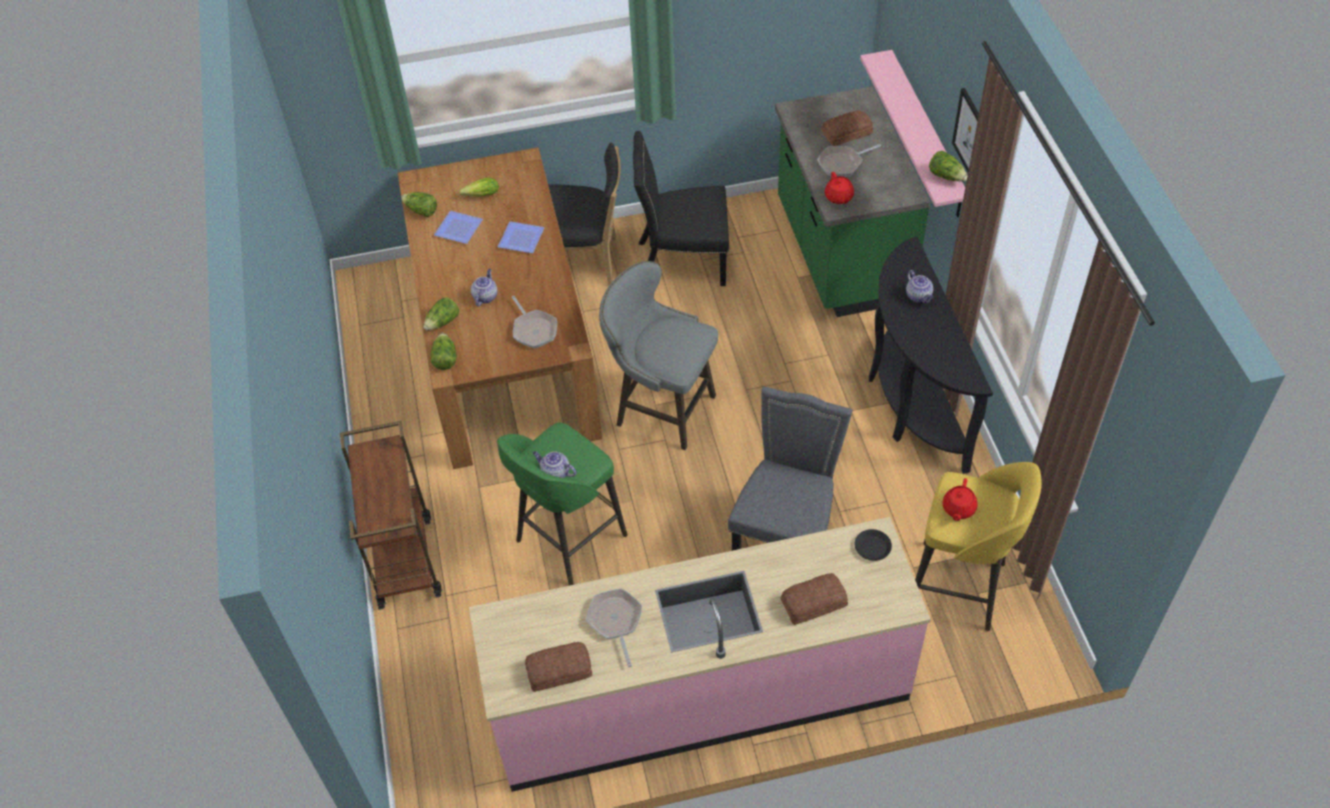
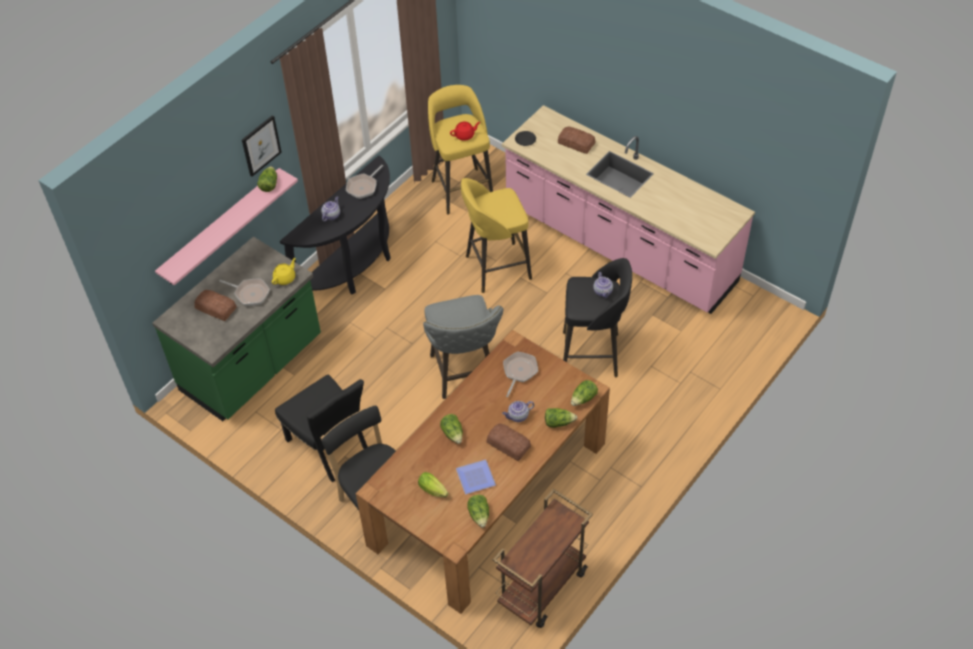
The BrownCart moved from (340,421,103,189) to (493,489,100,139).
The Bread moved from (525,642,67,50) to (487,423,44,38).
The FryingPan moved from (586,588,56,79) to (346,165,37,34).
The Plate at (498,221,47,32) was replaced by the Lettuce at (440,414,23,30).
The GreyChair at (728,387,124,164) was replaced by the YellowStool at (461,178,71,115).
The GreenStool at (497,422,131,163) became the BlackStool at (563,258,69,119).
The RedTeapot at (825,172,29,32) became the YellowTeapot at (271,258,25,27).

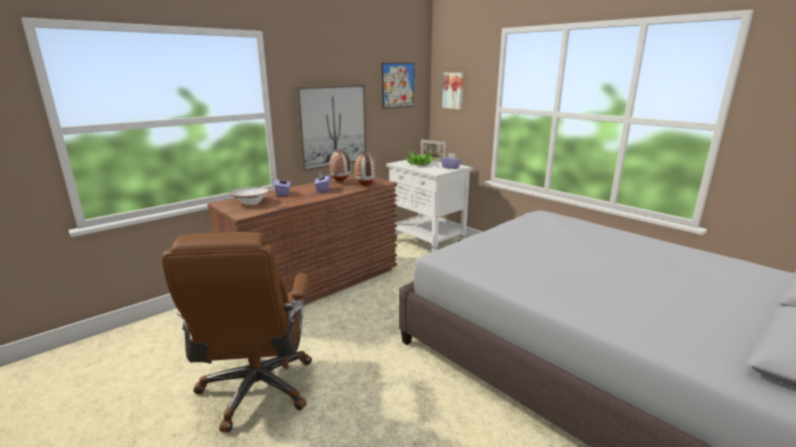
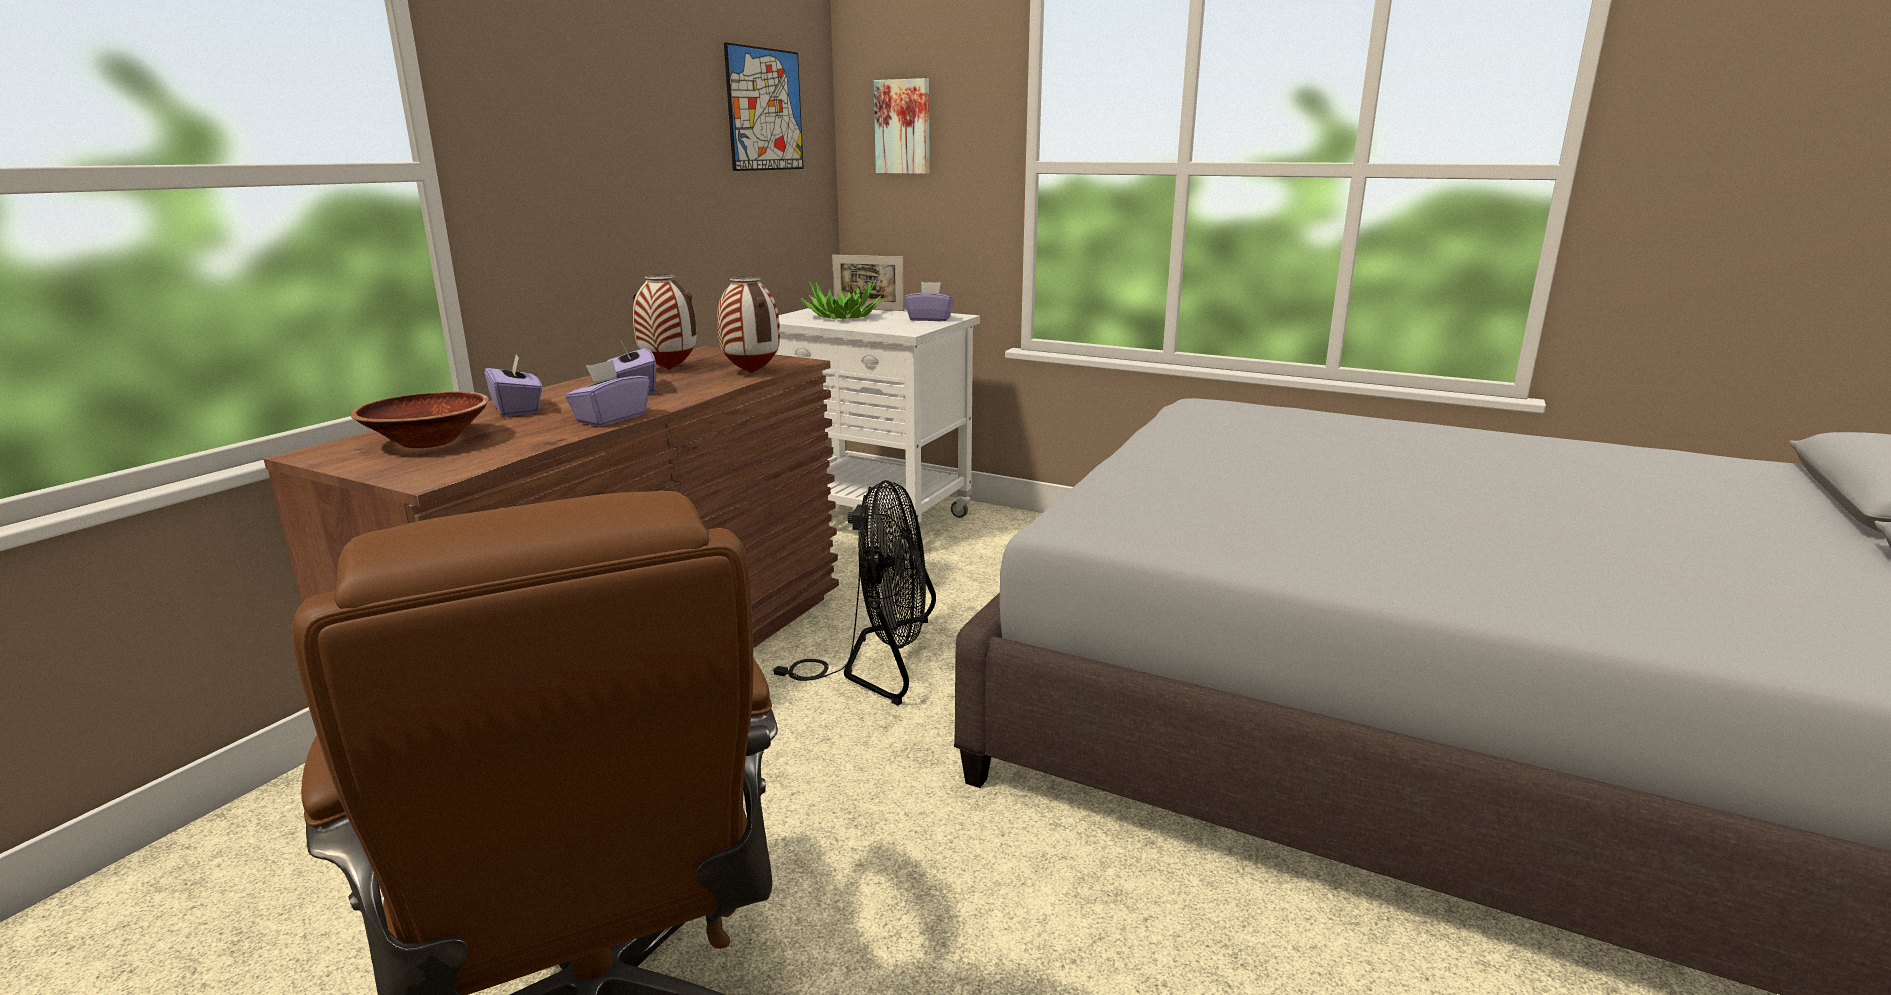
The Picture at (295,85,72,86) disappeared.
The PurpleTissueBox at (565,360,85,67) appeared.
The BlackFan at (772,480,164,226) appeared.
The WhiteBowl at (230,187,40,18) became the BrownBowl at (350,392,139,56).

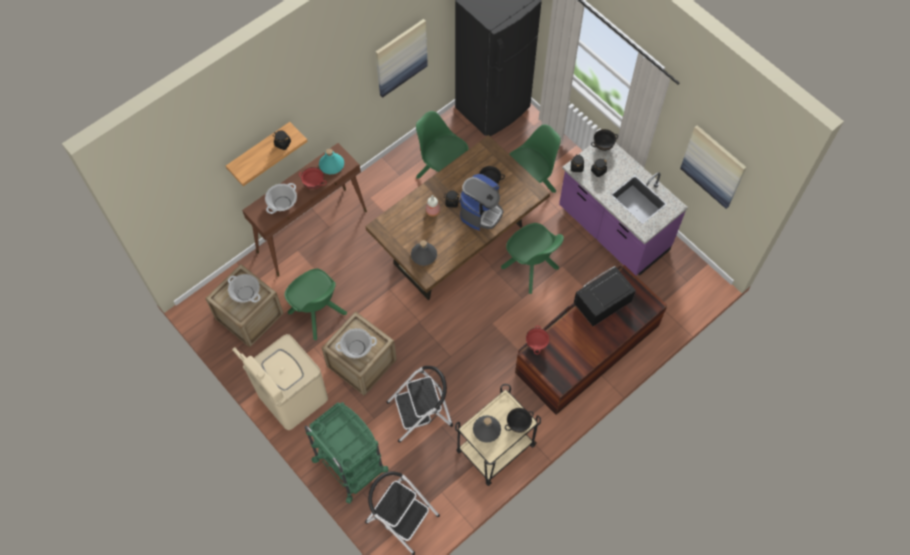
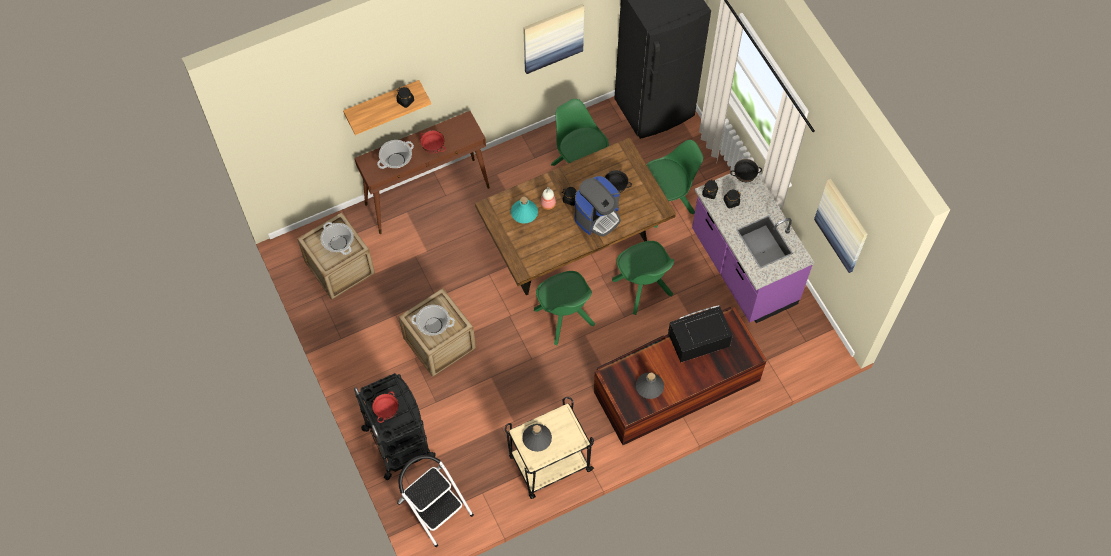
The BeigeWashingMachine at (232,334,96,96) disappeared.
The StepLadder at (386,366,67,77) disappeared.
The BlackBowl at (505,408,29,25) disappeared.
The GreenChair moved from (284,269,63,71) to (534,271,61,74).
The TurquoiseBottle moved from (319,148,25,26) to (511,197,27,27).
The GreyBottle moved from (411,240,26,26) to (636,372,28,27).
The RedBowl moved from (526,325,24,29) to (372,391,27,32).
The GreenCart at (304,402,85,102) became the BlackCart at (354,373,82,107).

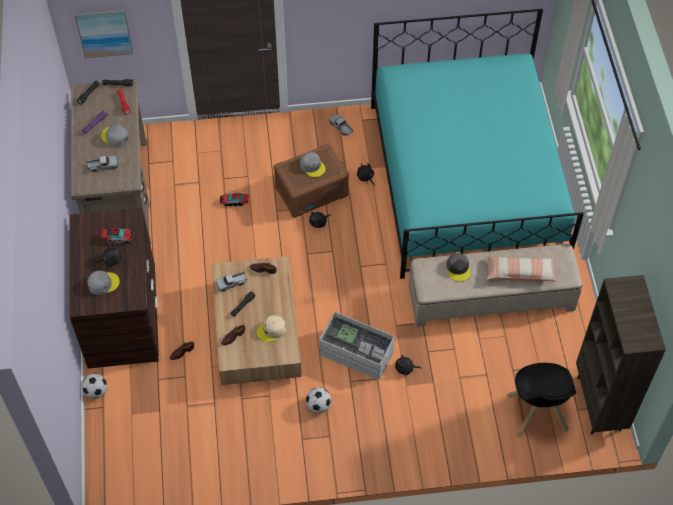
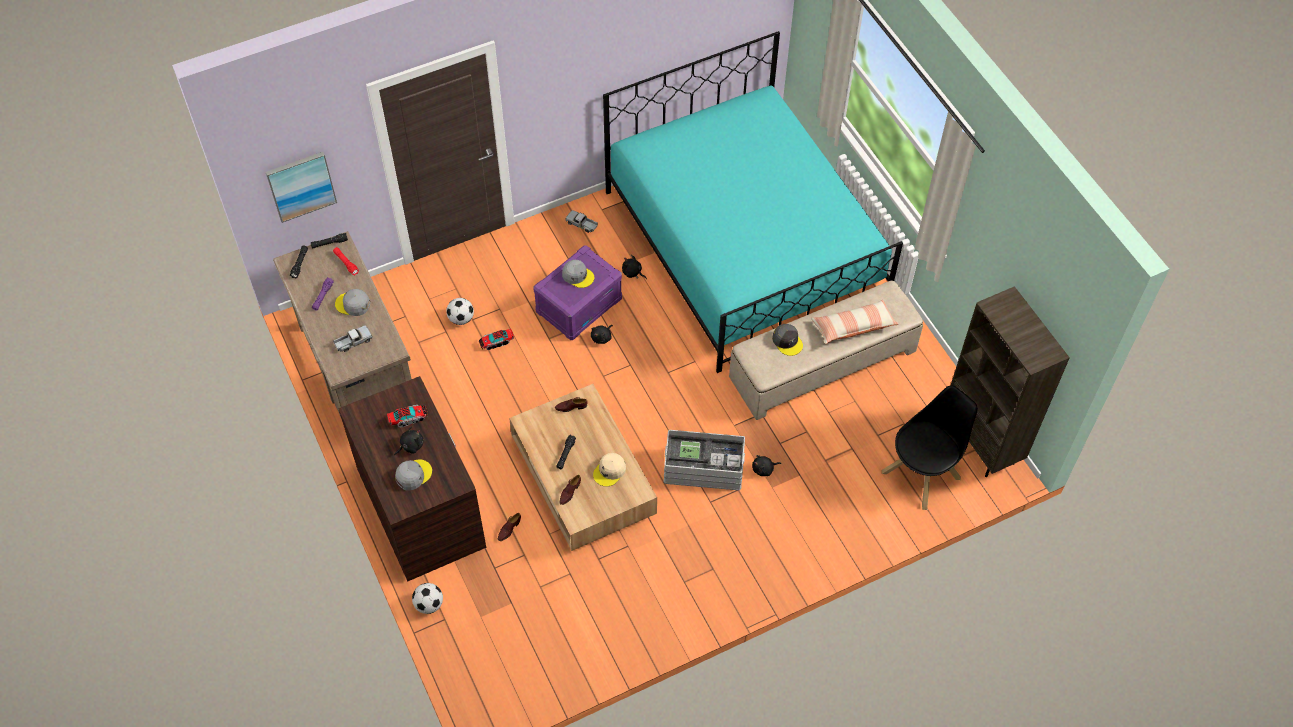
The ToyTruck at (216,271,31,21) disappeared.
The Football moved from (306,387,25,26) to (446,298,28,27).
The BrownStorageBox at (273,144,76,74) became the PurpleStorageBox at (533,245,89,95).
The BlackChair at (507,363,69,75) turned 105 degrees counterclockwise.

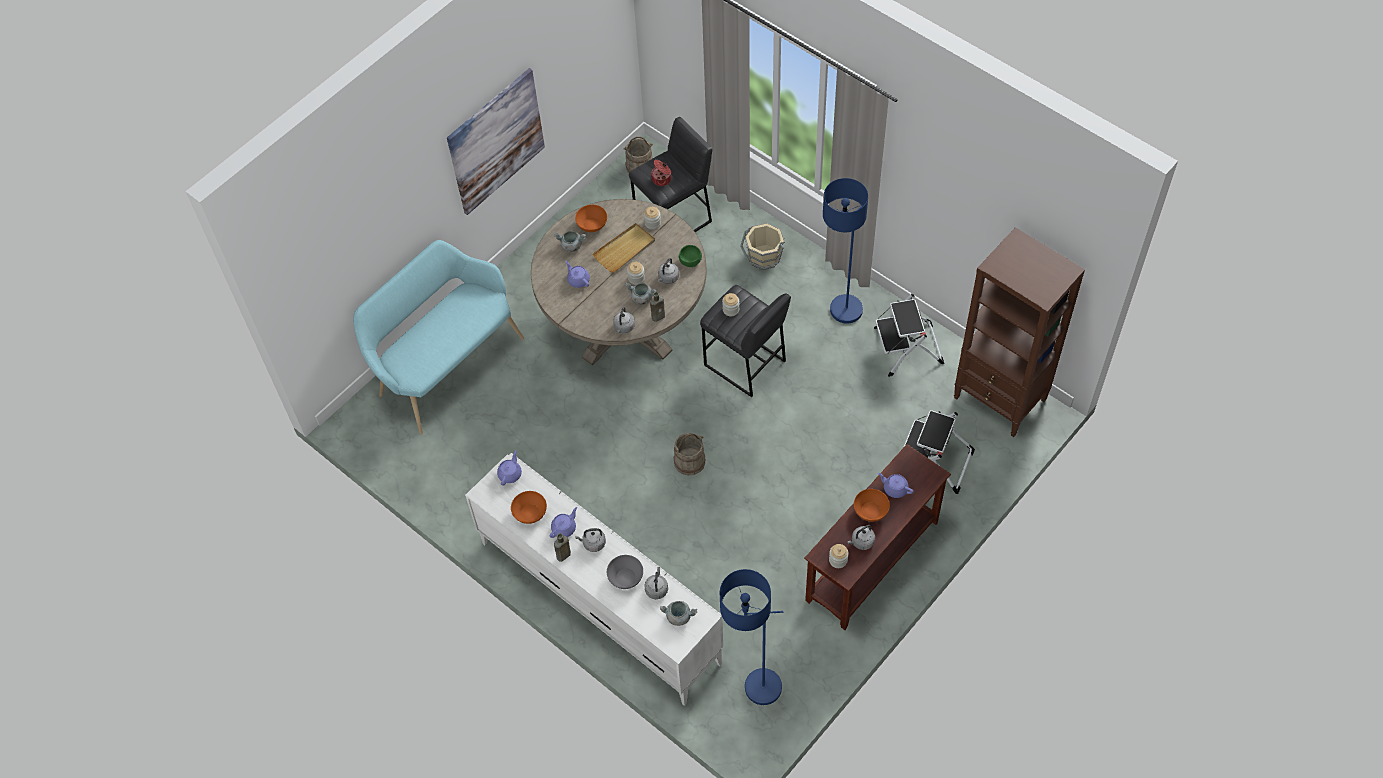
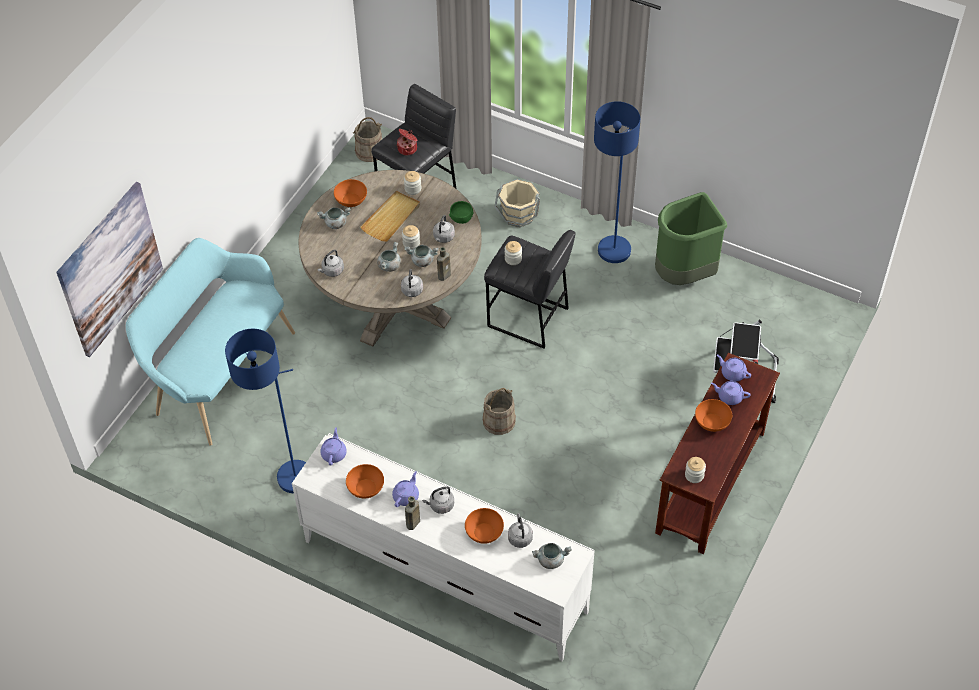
The BrownBookcase at (954,227,131,210) disappeared.
The GreyCookingPot at (377,242,24,30) appeared.
The Picture moved from (447,68,98,147) to (56,182,107,175).
The PurpleTeapot moved from (565,261,25,27) to (717,354,34,28).
The BlueFloorLamp moved from (720,569,63,136) to (225,329,81,164).
The GreyKettle moved from (847,525,28,25) to (317,250,27,27).
The StepLadder at (874,294,71,83) was replaced by the GreenTrashCan at (655,192,72,93).
The GreyBowl at (607,555,36,34) became the OrangeBowl at (465,508,39,36).

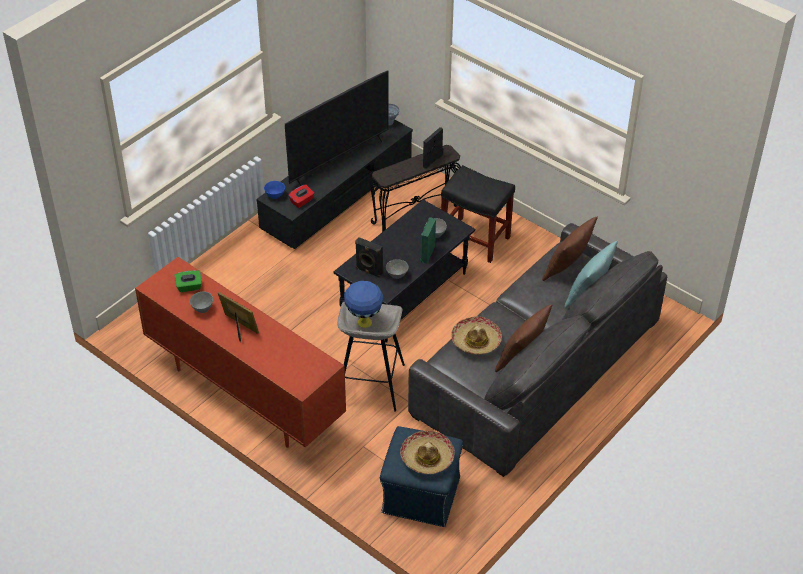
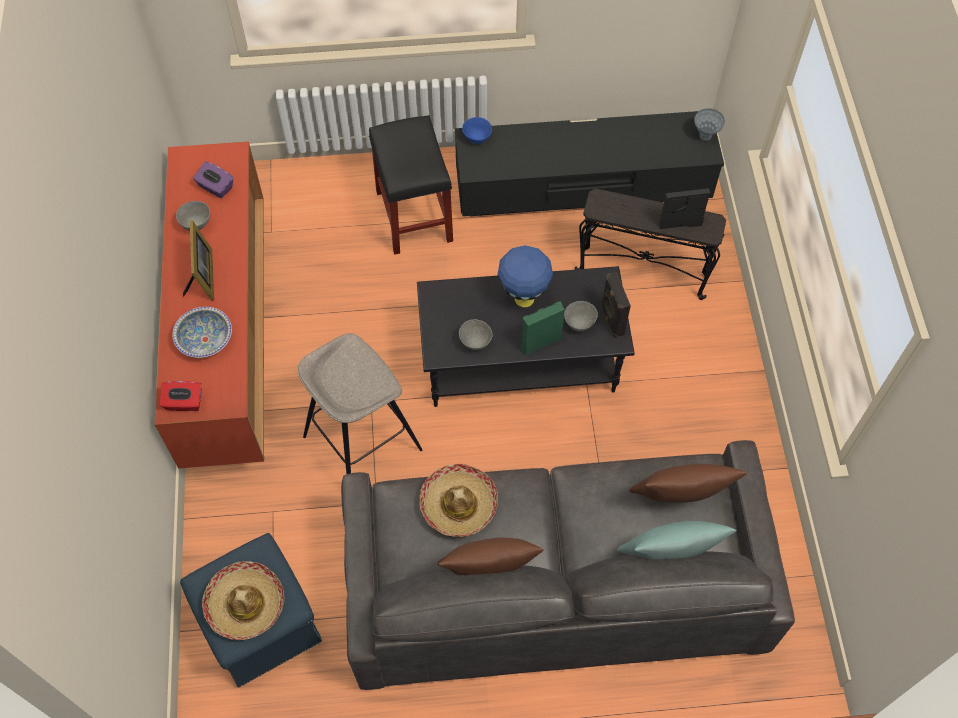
The Television at (285,70,104,116) disappeared.
The Bowl at (172,307,60,51) appeared.
The RedTissueBox moved from (289,184,25,24) to (160,381,42,30).
The BlueTableLamp moved from (344,281,40,47) to (498,245,55,63).
The BlackSpeaker moved from (355,237,28,41) to (601,272,30,66).
The BlackStool moved from (441,165,74,98) to (369,115,84,140).
The GreenTissueBox at (175,270,27,22) became the PurpleTissueBox at (193,161,40,37).

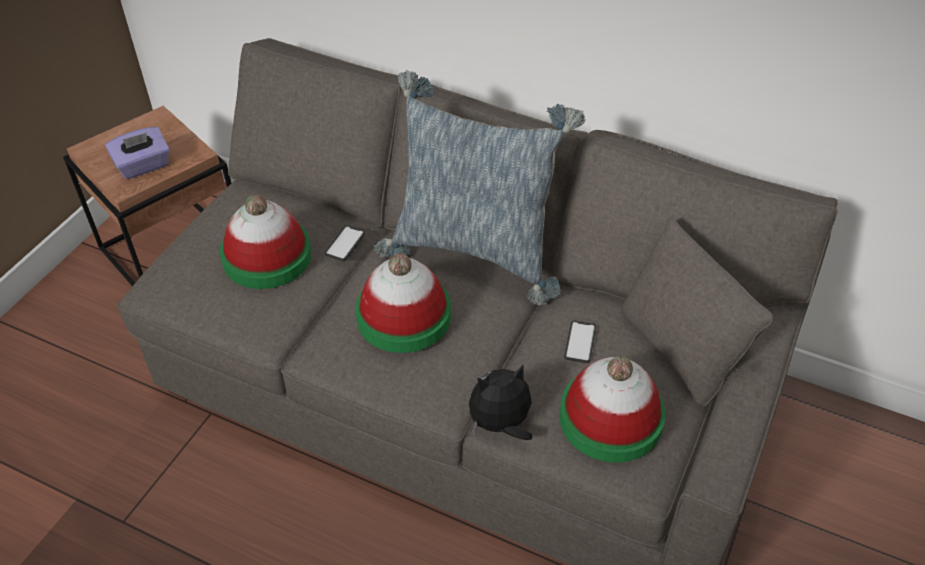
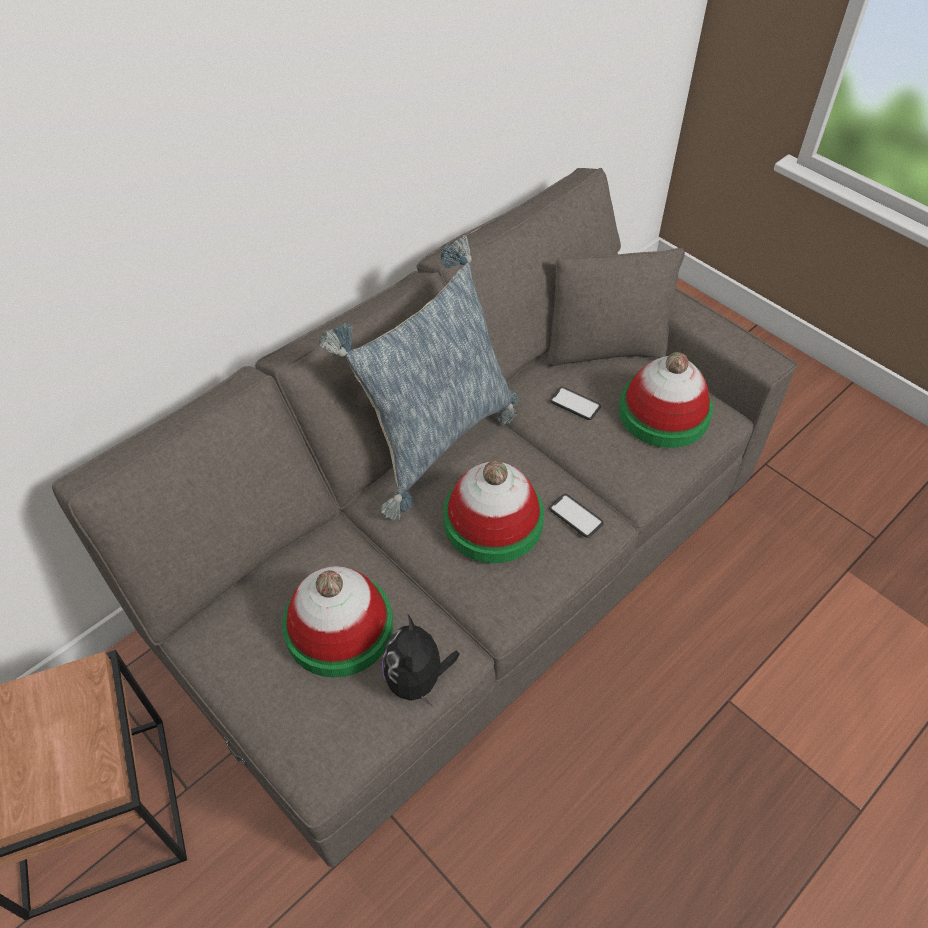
The PurpleTissueBox at (105,127,65,52) disappeared.
The Phone moved from (325,225,40,36) to (549,494,55,44).
The PlushToy moved from (469,365,63,75) to (382,615,78,91).

